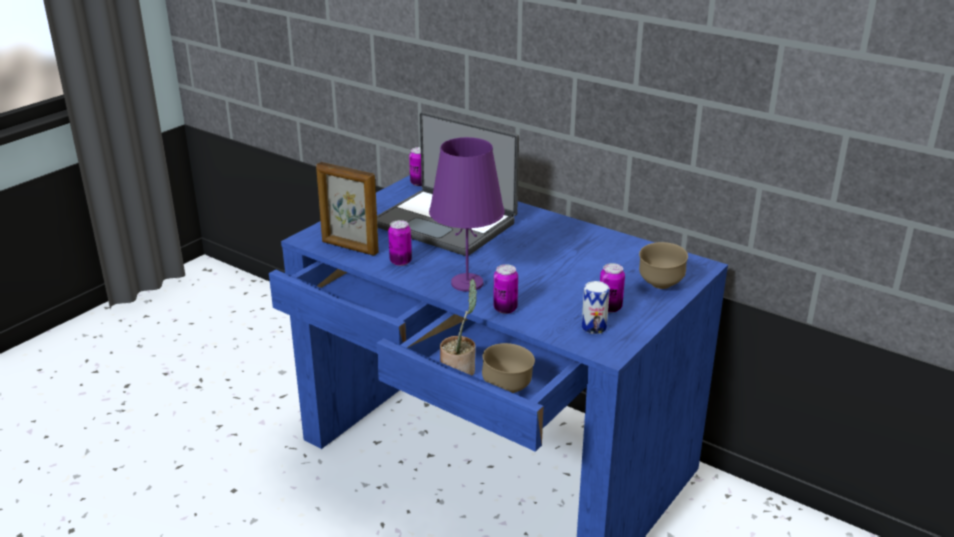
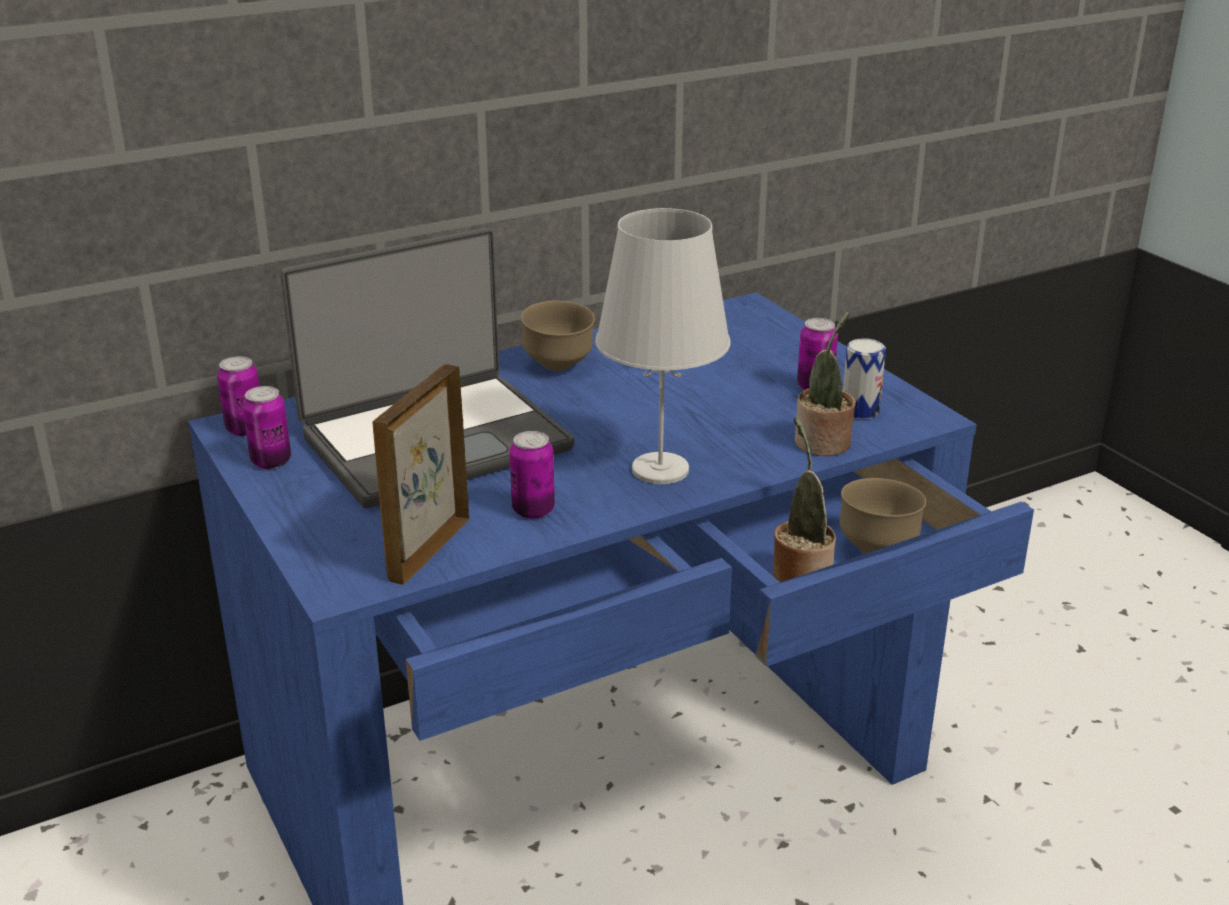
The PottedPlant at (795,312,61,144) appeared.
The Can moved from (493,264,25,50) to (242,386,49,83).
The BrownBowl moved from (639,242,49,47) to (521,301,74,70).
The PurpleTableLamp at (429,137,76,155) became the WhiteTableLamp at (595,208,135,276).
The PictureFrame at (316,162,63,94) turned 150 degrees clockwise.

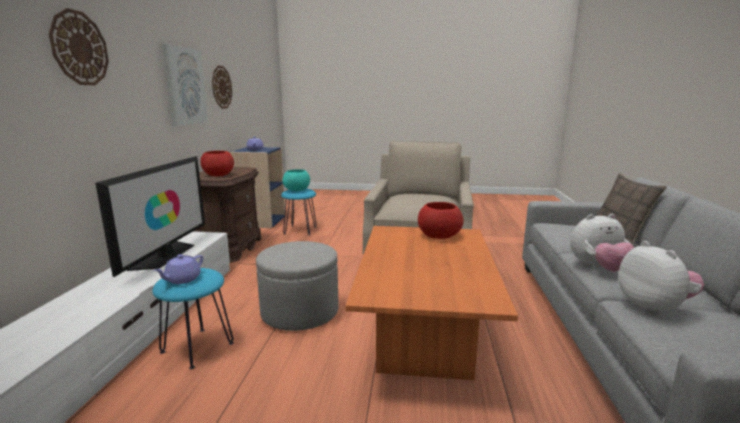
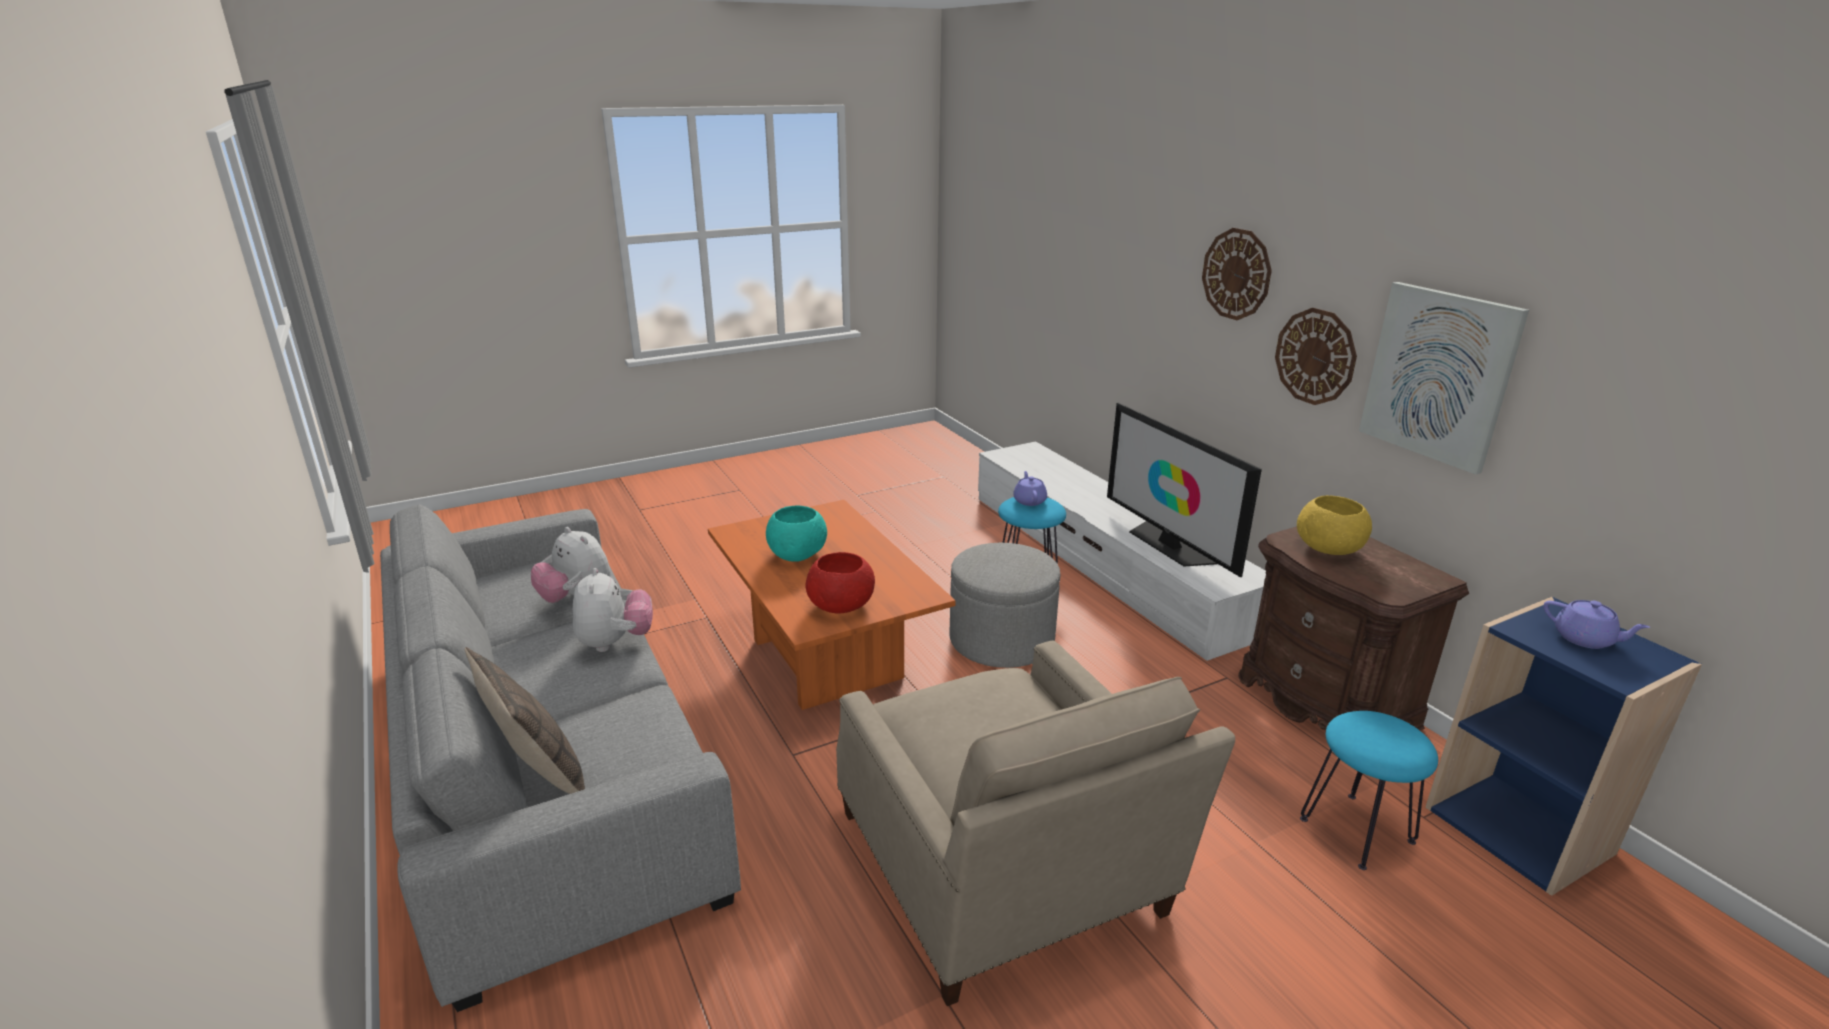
The WallClock moved from (212,66,20,43) to (1275,308,82,97).
The TurquoiseBowl moved from (282,169,28,22) to (766,506,61,56).
The RedBowl at (200,151,34,25) became the YellowBowl at (1297,495,75,60).
The PlushToy at (570,214,65,58) turned 120 degrees clockwise.

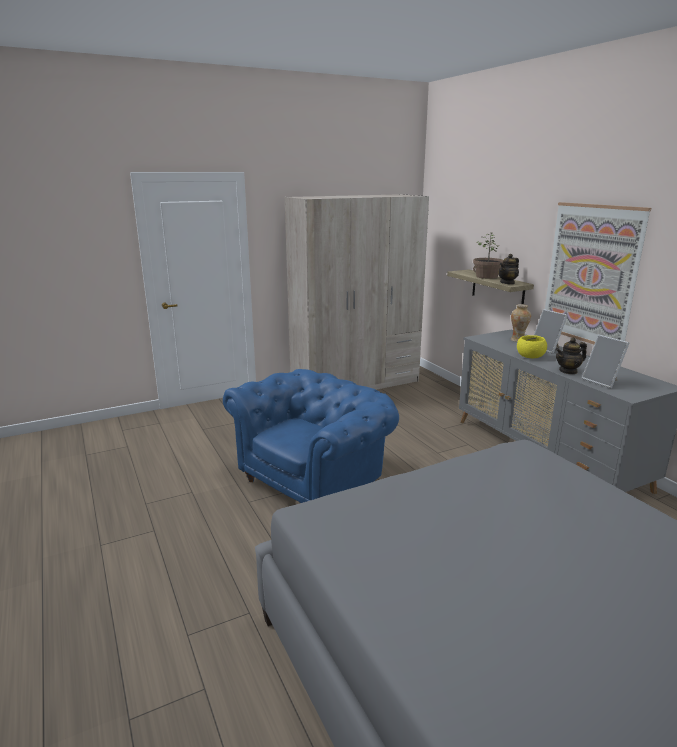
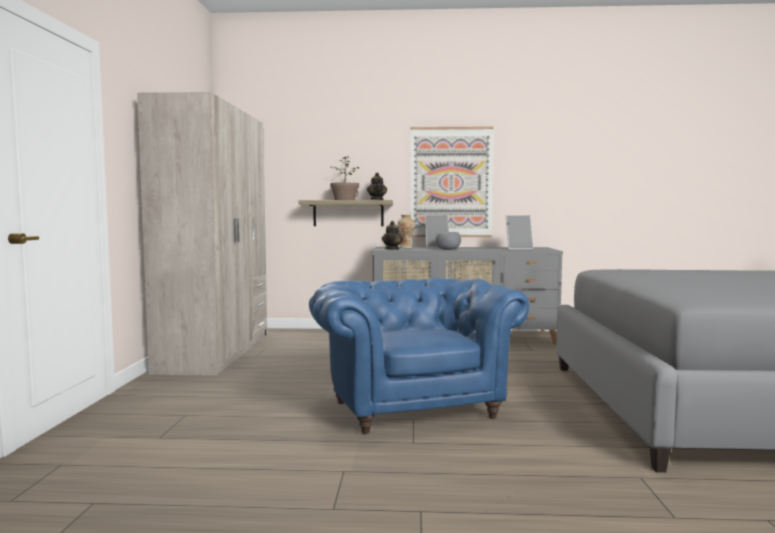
The Teapot moved from (556,338,31,36) to (382,221,21,29).
The YellowBowl at (517,335,30,23) became the GreyBowl at (435,232,26,18).

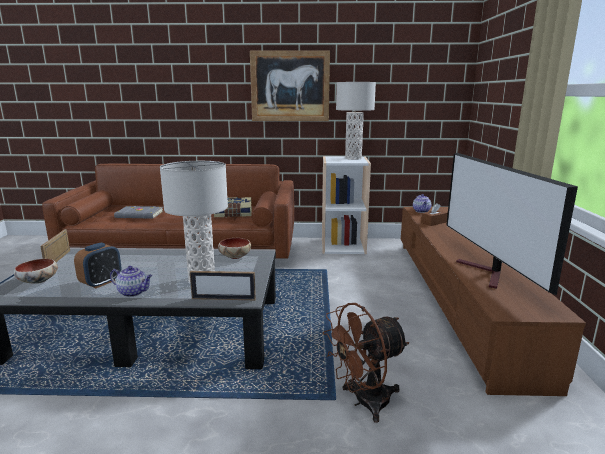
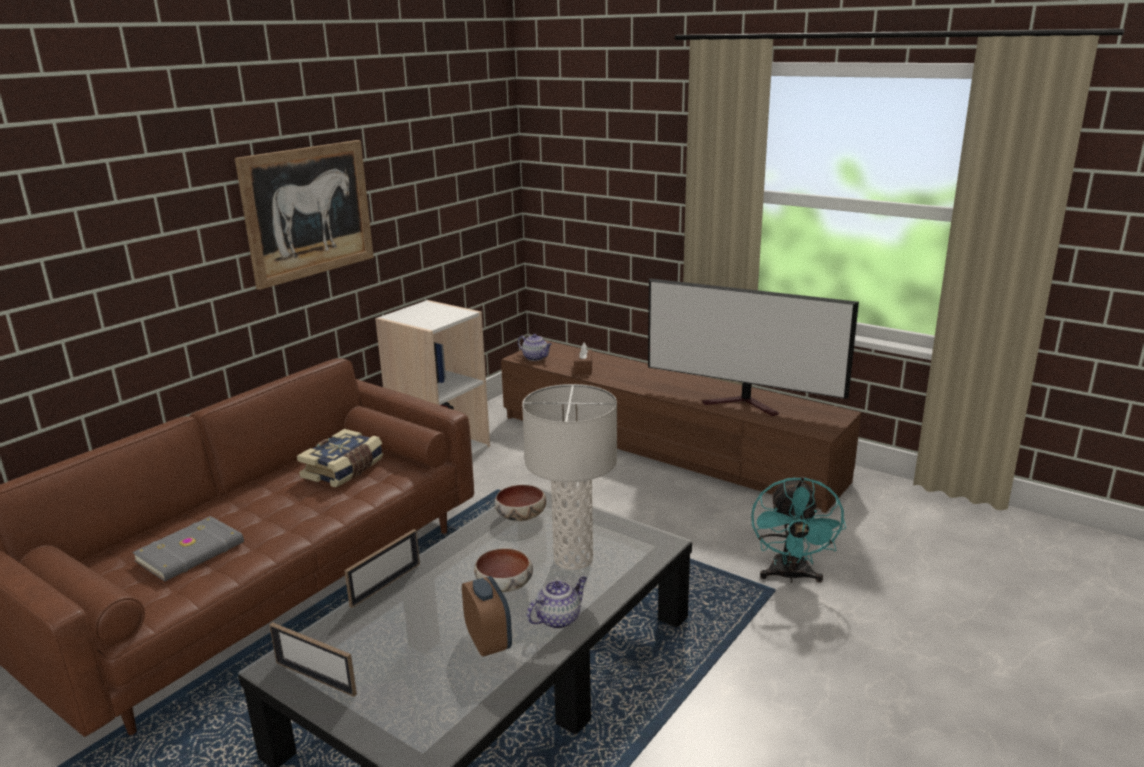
The WhiteTableLamp at (336,82,40,78) disappeared.
The Bowl moved from (14,259,44,25) to (474,548,59,44).
The PictureFrame moved from (190,271,66,29) to (344,529,76,79).
The BrownFan at (323,303,86,120) became the TurquoiseFan at (751,477,95,106).

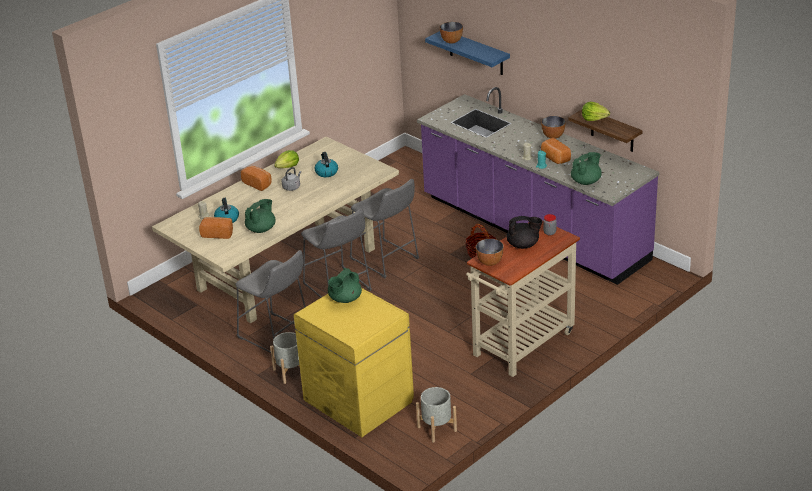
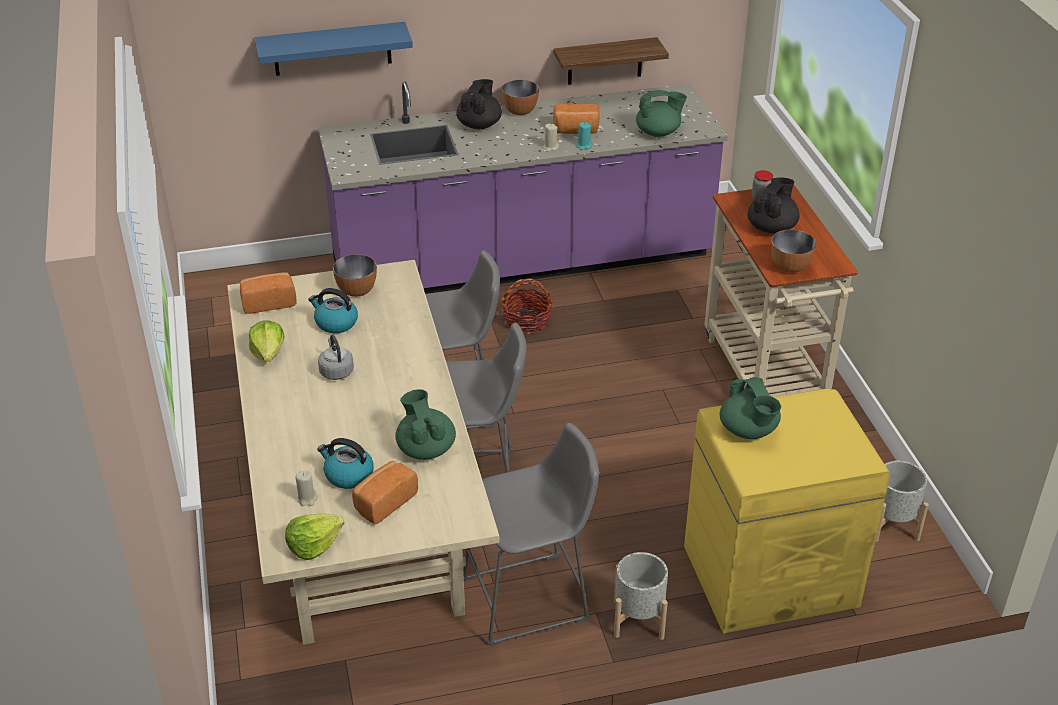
The BlackTeapot at (457,79,45,50) appeared.
The Bread moved from (241,166,31,25) to (240,272,57,42).
The Bowl moved from (440,22,23,22) to (333,254,44,43).
The Lettuce moved from (582,102,28,19) to (285,513,59,47).
The GreenTeapot at (571,152,31,33) turned 90 degrees clockwise.

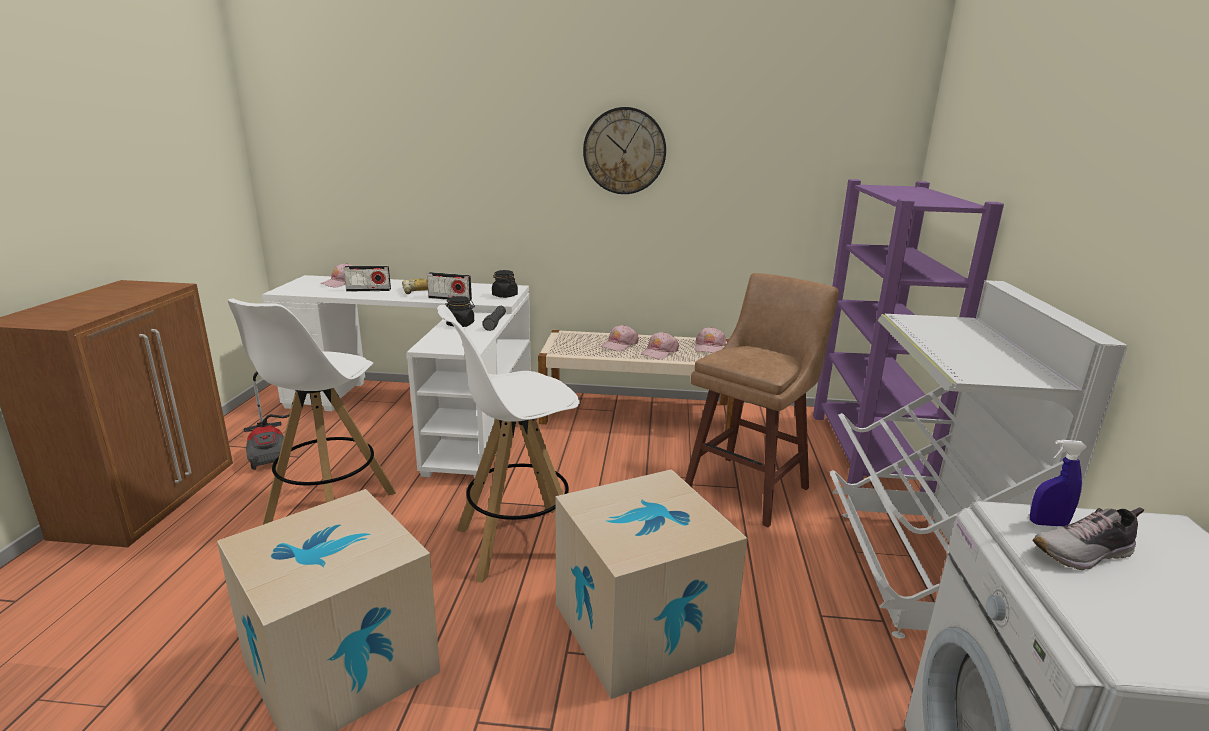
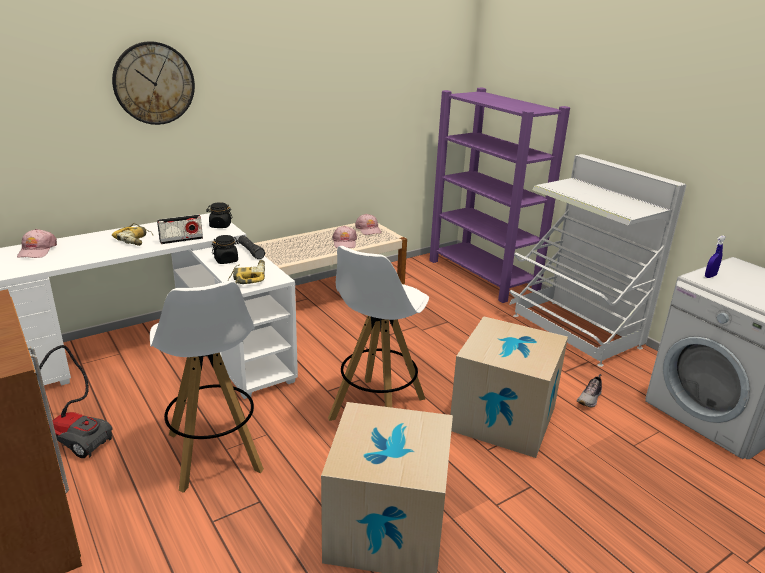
The Radio at (343,266,48,25) disappeared.
The PinkCap at (601,325,38,26) disappeared.
The BrownStool at (685,273,154,254) disappeared.
The PowerDrill at (228,260,37,24) appeared.
The WallClock moved from (583,107,83,87) to (112,41,83,84).
The Shoe moved from (1032,508,112,62) to (577,374,25,34).

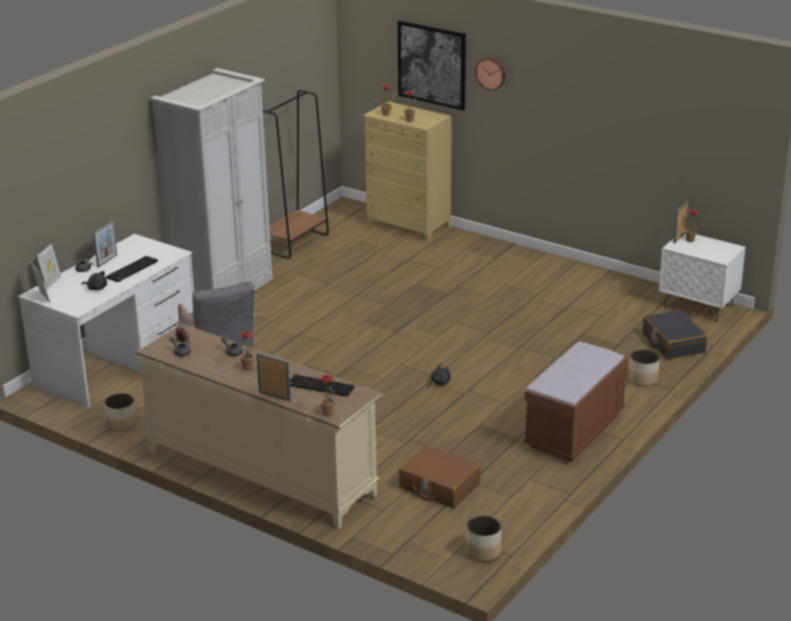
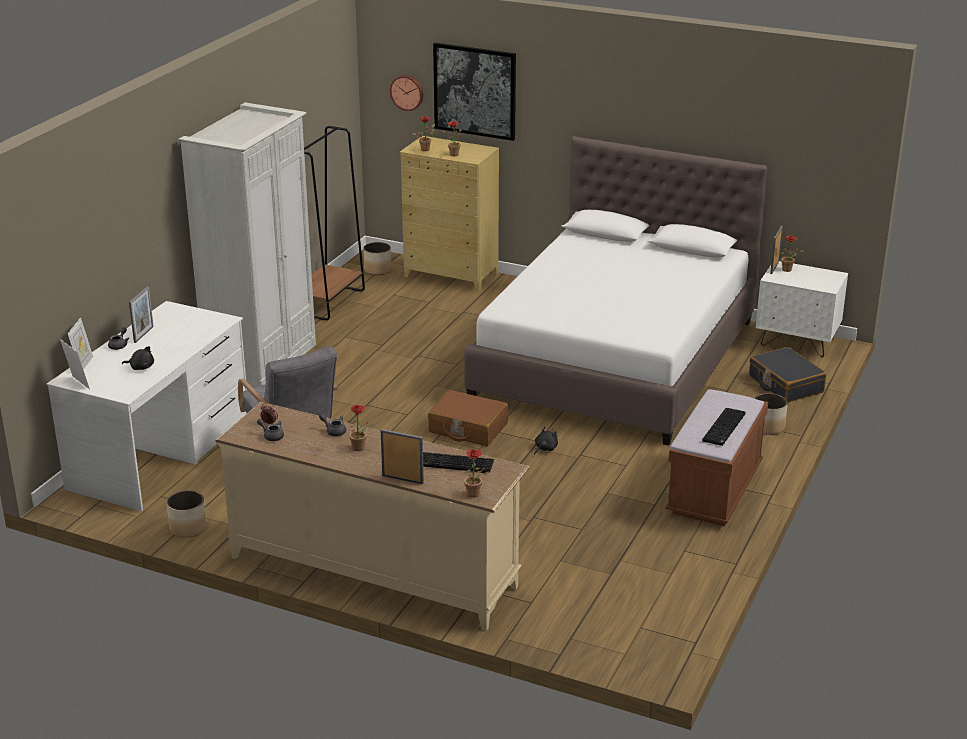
The WhiteBed at (464,136,303,309) appeared.
The Keyboard moved from (106,256,52,26) to (702,408,44,38).
The BrownSuitcase moved from (399,446,82,62) to (428,390,80,56).
The Planter moved from (466,515,35,46) to (364,242,28,33).
The WallClock moved from (475,57,31,34) to (390,75,33,36).

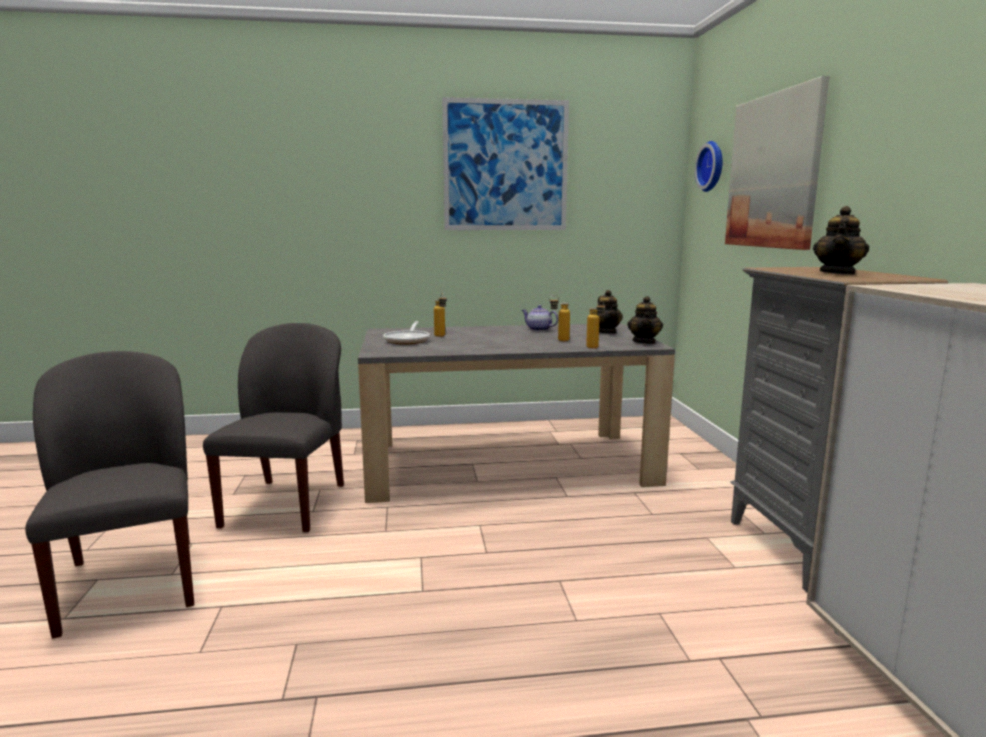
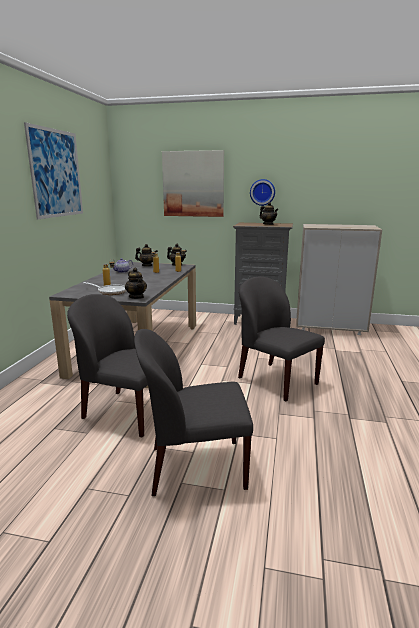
The Teapot at (125,268,22,31) appeared.
The GreyChair at (238,277,87,125) appeared.
The WallClock moved from (694,141,28,51) to (250,179,25,27).

